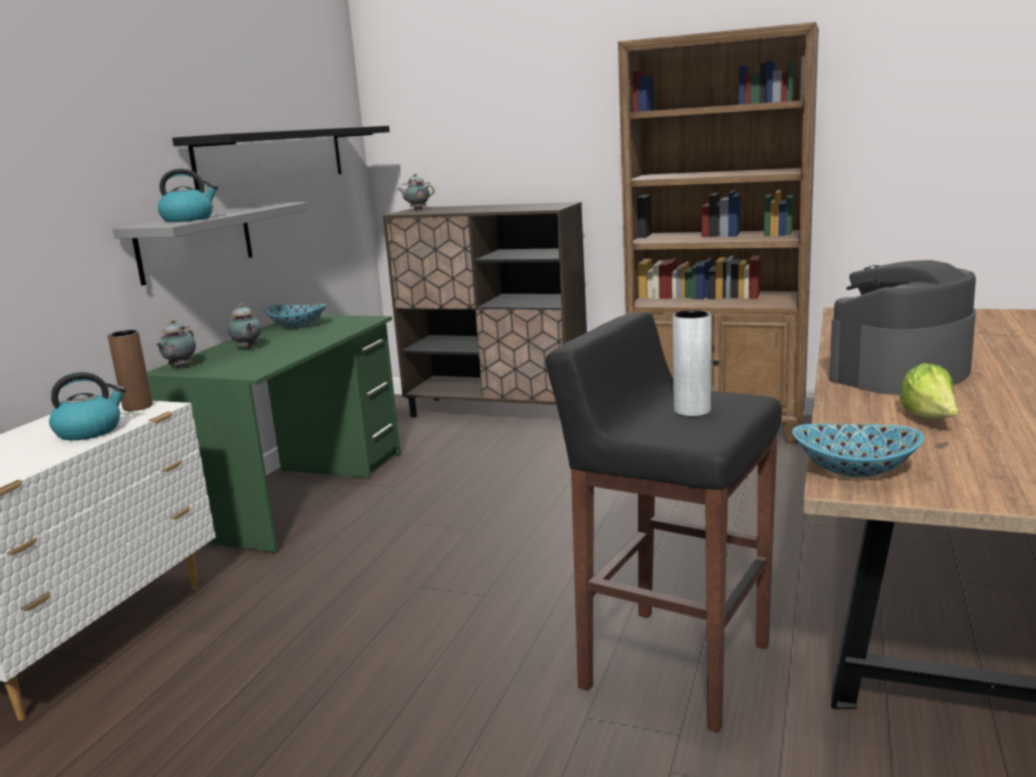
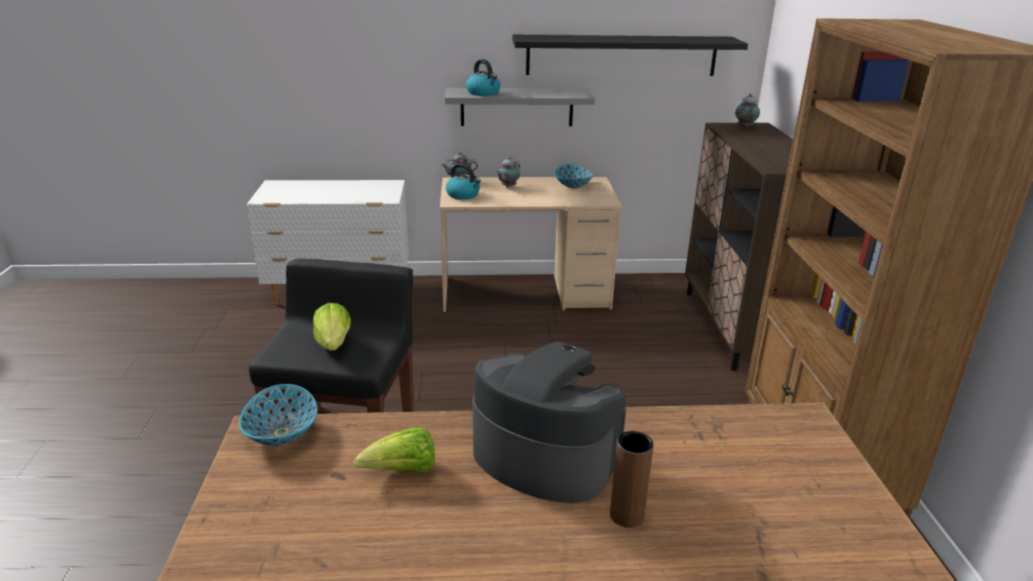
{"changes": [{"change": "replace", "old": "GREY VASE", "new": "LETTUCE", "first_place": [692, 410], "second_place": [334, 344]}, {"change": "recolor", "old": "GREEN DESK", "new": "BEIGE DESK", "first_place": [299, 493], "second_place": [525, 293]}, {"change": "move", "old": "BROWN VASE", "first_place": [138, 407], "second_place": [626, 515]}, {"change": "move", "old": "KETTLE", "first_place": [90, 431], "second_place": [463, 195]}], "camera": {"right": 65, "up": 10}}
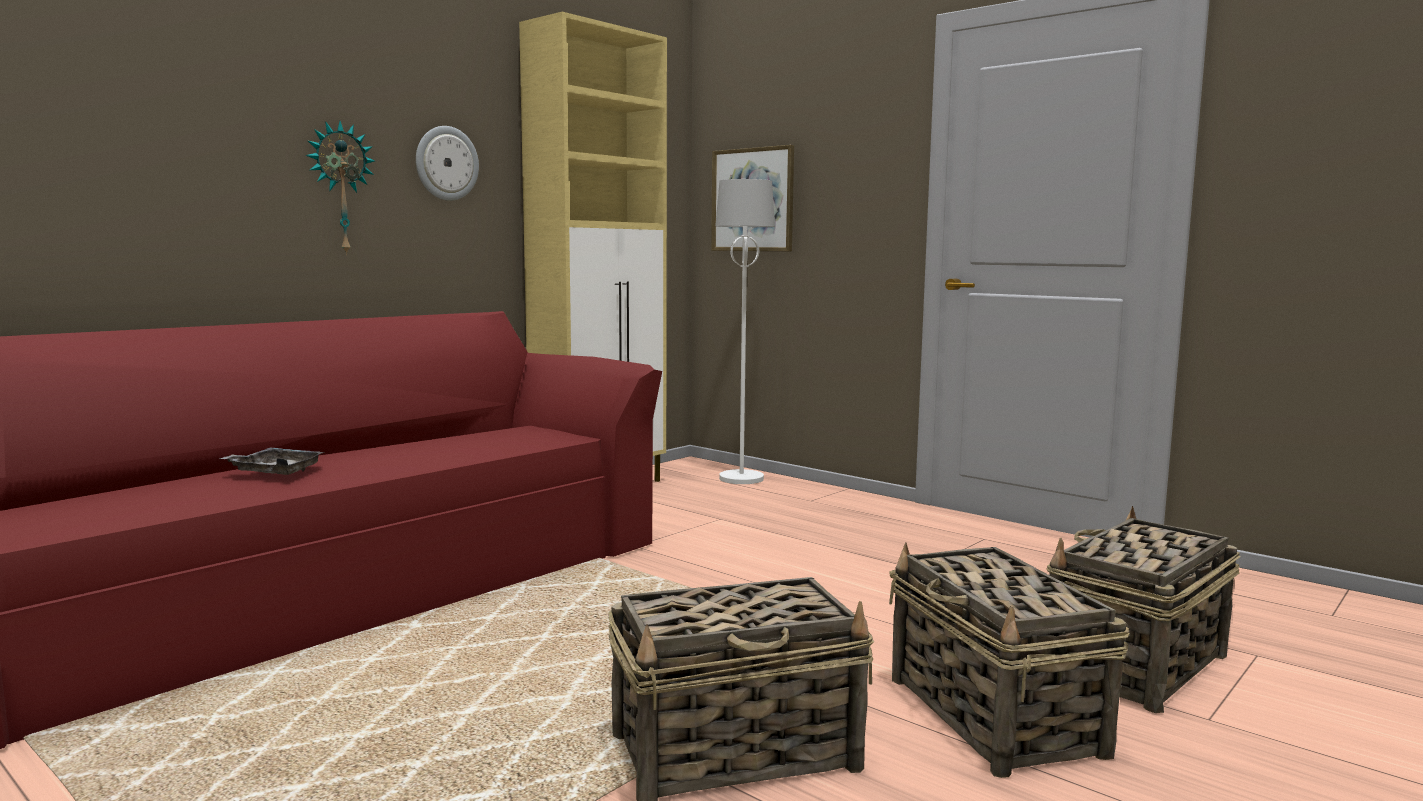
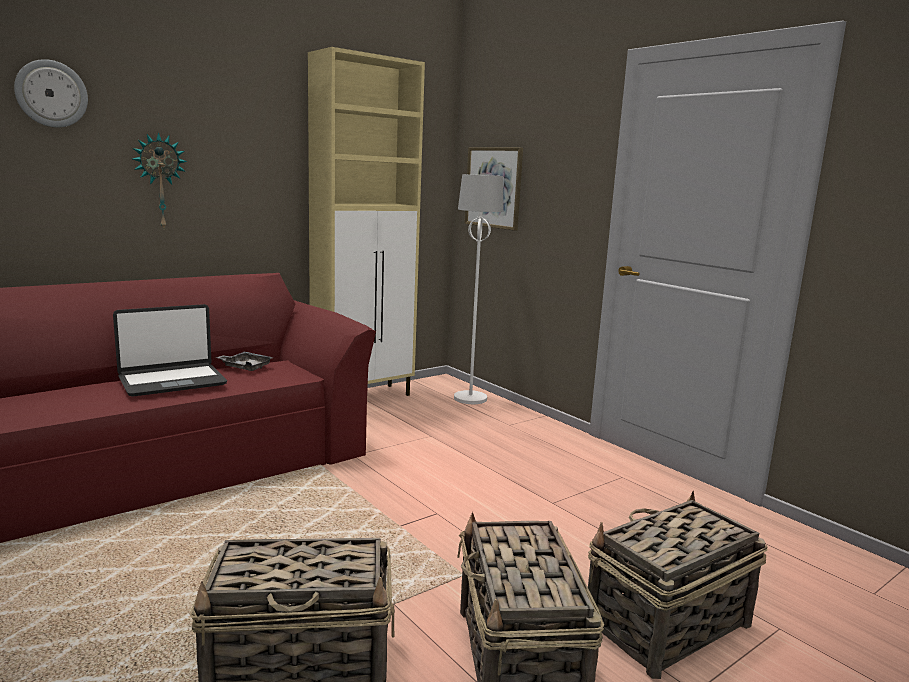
{"changes": [{"change": "move", "old": "WALL CLOCK", "first_place": [446, 163], "second_place": [51, 94]}, {"change": "move", "old": "GREY TRAY", "first_place": [275, 472], "second_place": [245, 367]}, {"change": "insert", "new": "LAPTOP", "second_place": [172, 381]}], "camera": {"right": 10, "up": 5}}
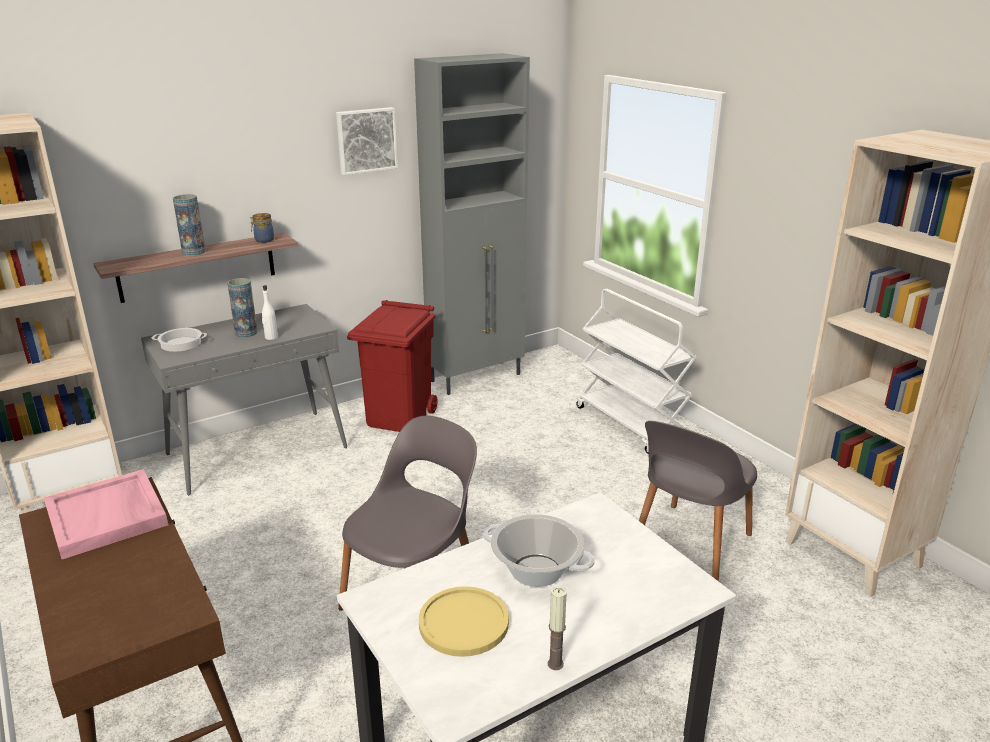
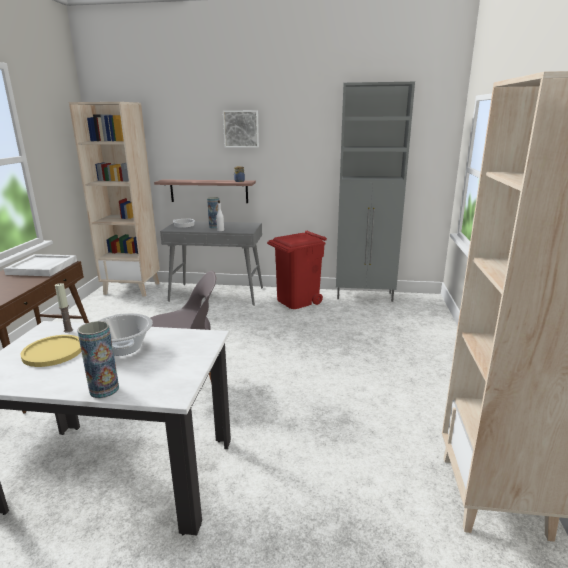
{"changes": [{"change": "move", "old": "PICTURE", "first_place": [366, 140], "second_place": [241, 129]}, {"change": "move", "old": "VASE", "first_place": [193, 252], "second_place": [104, 390]}, {"change": "delete", "old": "WHITE CART", "first_place": [631, 424]}, {"change": "delete", "old": "GREY CHAIR", "first_place": [690, 545]}, {"change": "recolor", "old": "PINK TRAY", "new": "WHITE TRAY", "first_place": [108, 517], "second_place": [42, 267]}, {"change": "move", "old": "CANDLE", "first_place": [555, 664], "second_place": [68, 330]}], "camera": {"right": 40, "up": -5}}
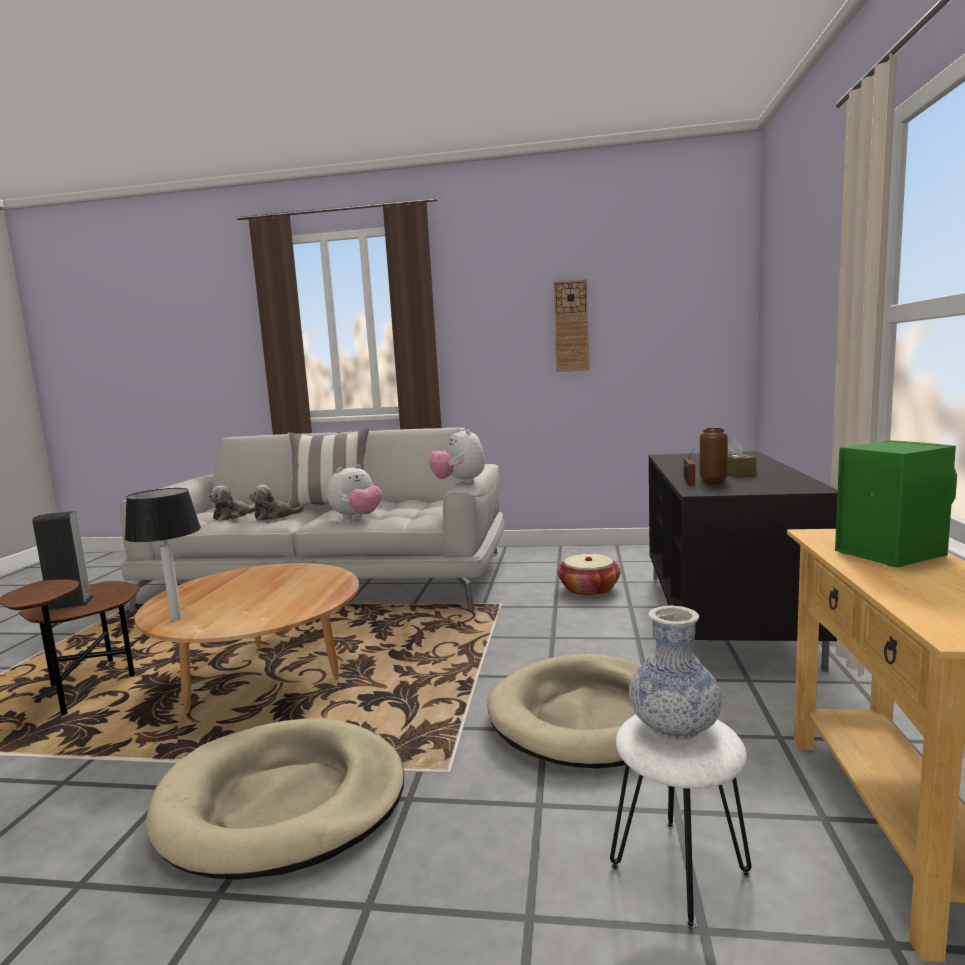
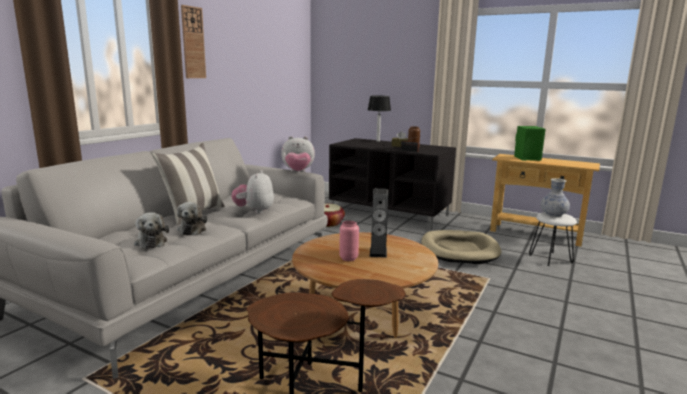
{"changes": [{"change": "move", "old": "WALL CLOCK", "first_place": [571, 326], "second_place": [193, 43]}, {"change": "rotate", "old": "PLUSH TOY", "first_place": [357, 517], "second_place": [254, 211], "degrees": -150}, {"change": "move", "old": "TABLE LAMP", "first_place": [176, 618], "second_place": [377, 141]}, {"change": "move", "old": "SPEAKER", "first_place": [70, 603], "second_place": [378, 252]}, {"change": "delete", "old": "BEIGE DOG BED", "first_place": [282, 802]}, {"change": "insert", "new": "PINK VASE", "second_place": [348, 258]}], "camera": {"right": -70, "up": 5}}
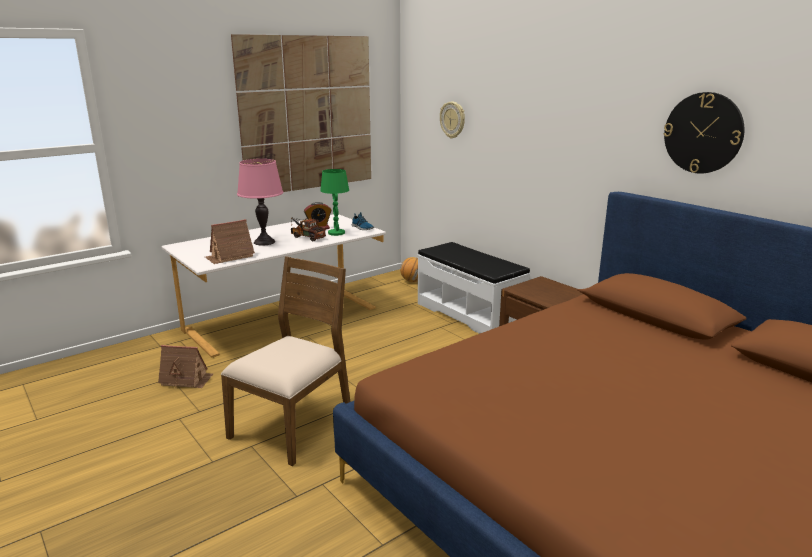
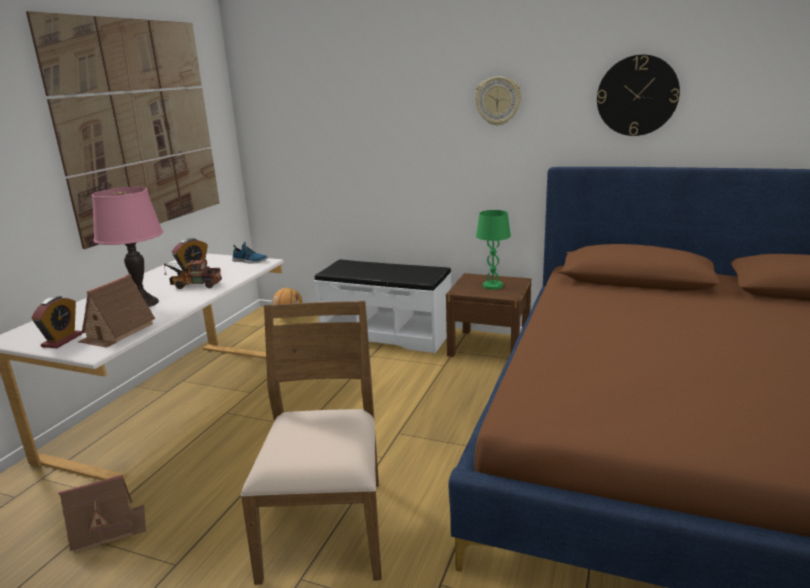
{"changes": [{"change": "move", "old": "WALL CLOCK", "first_place": [453, 120], "second_place": [498, 101]}, {"change": "move", "old": "GREEN TABLE LAMP", "first_place": [336, 233], "second_place": [493, 286]}, {"change": "insert", "new": "ALARM CLOCK", "second_place": [62, 340]}], "camera": {"right": -30, "up": 0}}
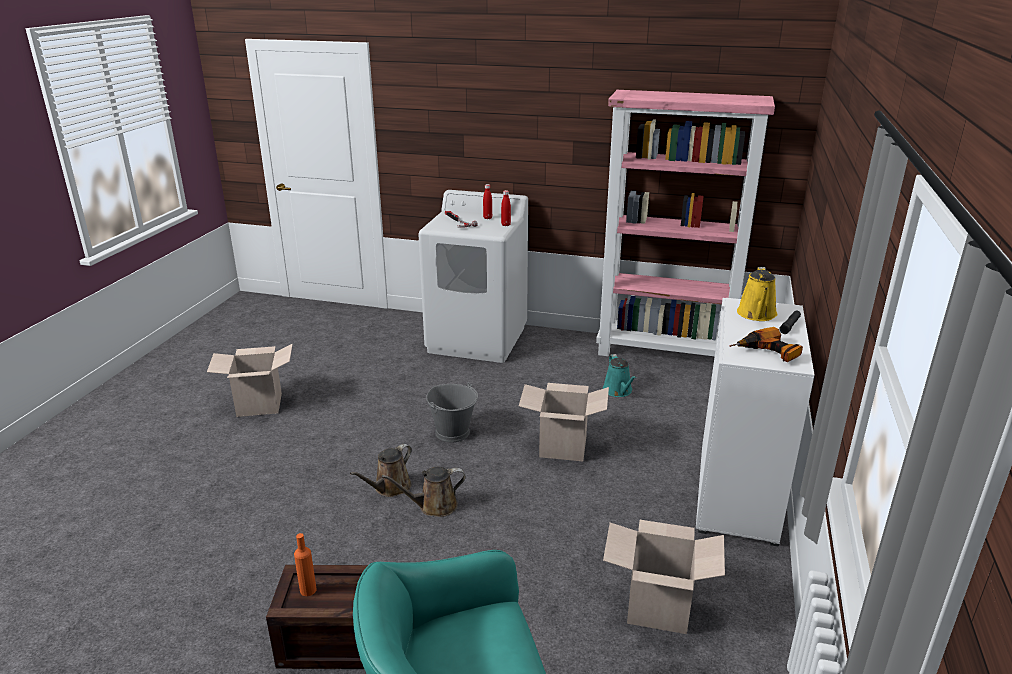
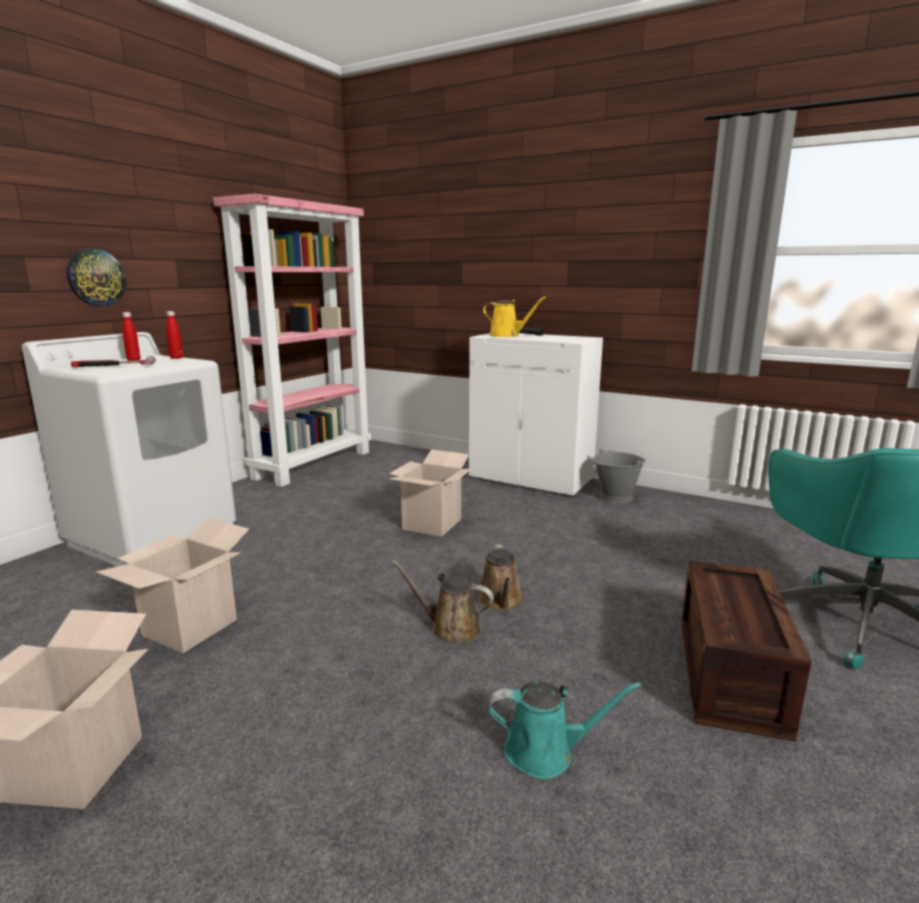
{"changes": [{"change": "delete", "old": "POWER DRILL", "first_place": [768, 353]}, {"change": "move", "old": "TURQUOISE WATERING CAN", "first_place": [618, 391], "second_place": [546, 752]}, {"change": "move", "old": "GREY BUCKET", "first_place": [453, 432], "second_place": [615, 497]}, {"change": "rotate", "old": "BROWN WATERING CAN", "first_place": [390, 488], "second_place": [450, 628], "degrees": 150}, {"change": "move", "old": "CARDBOARD BOX", "first_place": [658, 608], "second_place": [189, 627]}, {"change": "delete", "old": "ORANGE BOTTLE", "first_place": [308, 590]}, {"change": "insert", "new": "WALL CLOCK", "second_place": [96, 277]}], "camera": {"right": -75, "up": -10}}
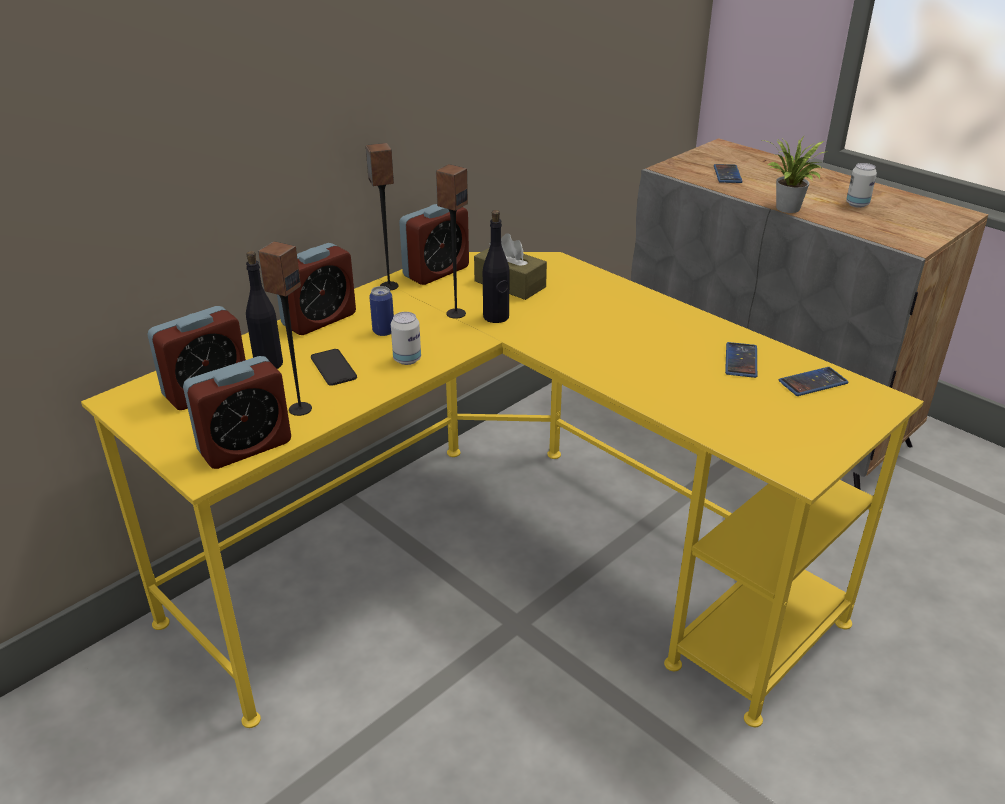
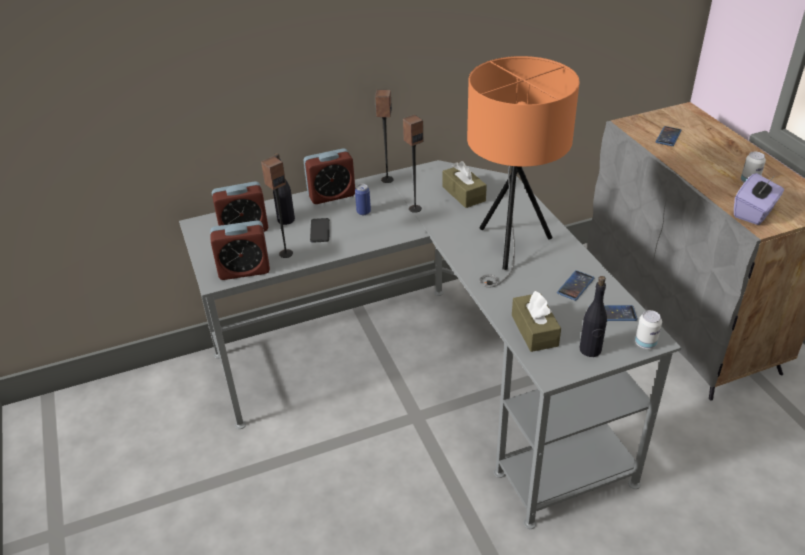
{"changes": [{"change": "delete", "old": "POTTED PLANT", "first_place": [788, 209]}, {"change": "delete", "old": "ALARM CLOCK", "first_place": [436, 272]}, {"change": "move", "old": "BLACK BOTTLE", "first_place": [496, 317], "second_place": [590, 350]}, {"change": "recolor", "old": "YELLOW DESK", "new": "GREY DESK", "first_place": [502, 567], "second_place": [427, 378]}, {"change": "move", "old": "CAN", "first_place": [407, 359], "second_place": [645, 343]}, {"change": "insert", "new": "ORANGE TABLE LAMP", "second_place": [510, 249]}, {"change": "insert", "new": "PURPLE TISSUE BOX", "second_place": [754, 212]}, {"change": "insert", "new": "BROWN TISSUE BOX", "second_place": [534, 330]}], "camera": {"right": 25, "up": 5}}
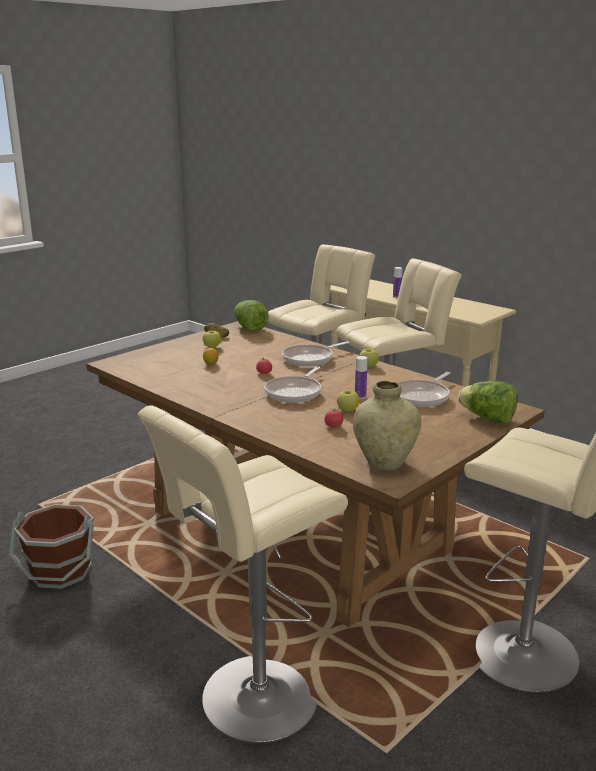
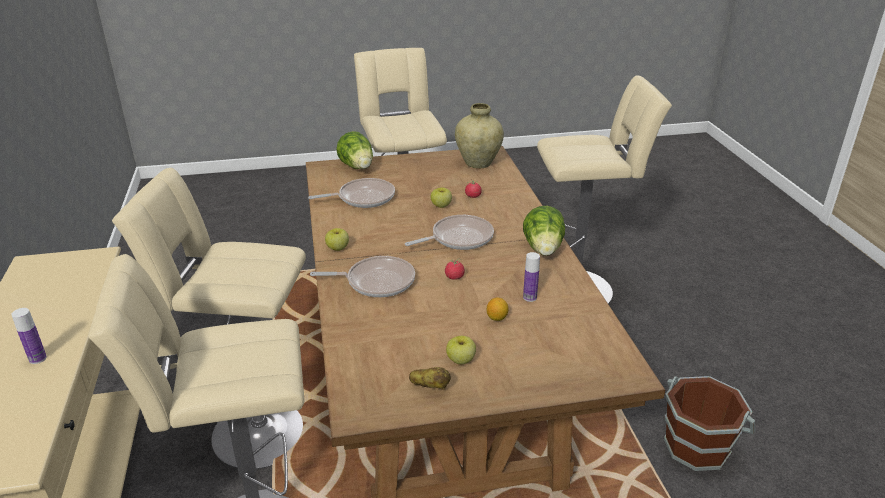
{"changes": [{"change": "move", "old": "LETTUCE", "first_place": [249, 328], "second_place": [543, 249]}, {"change": "move", "old": "BOTTLE", "first_place": [360, 396], "second_place": [529, 297]}], "camera": {"right": -145, "up": 10}}
